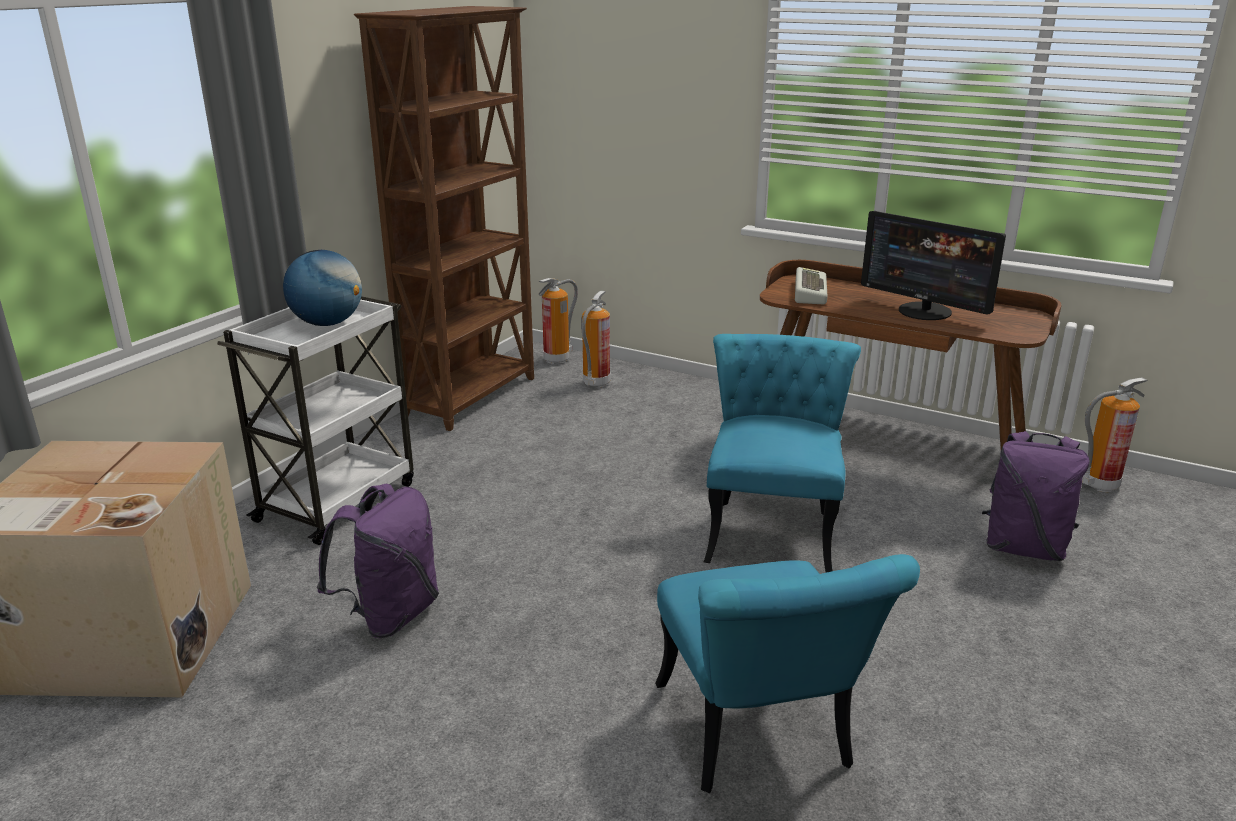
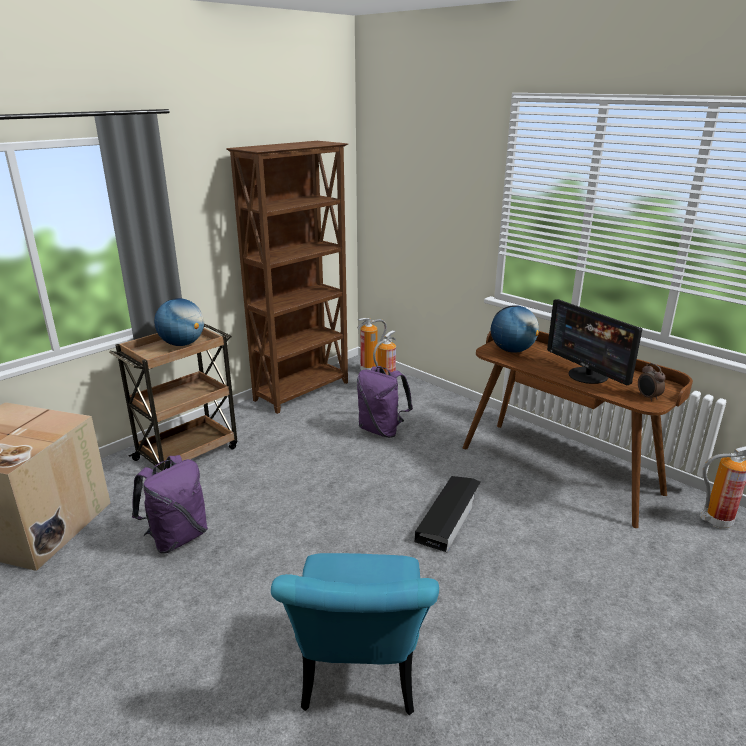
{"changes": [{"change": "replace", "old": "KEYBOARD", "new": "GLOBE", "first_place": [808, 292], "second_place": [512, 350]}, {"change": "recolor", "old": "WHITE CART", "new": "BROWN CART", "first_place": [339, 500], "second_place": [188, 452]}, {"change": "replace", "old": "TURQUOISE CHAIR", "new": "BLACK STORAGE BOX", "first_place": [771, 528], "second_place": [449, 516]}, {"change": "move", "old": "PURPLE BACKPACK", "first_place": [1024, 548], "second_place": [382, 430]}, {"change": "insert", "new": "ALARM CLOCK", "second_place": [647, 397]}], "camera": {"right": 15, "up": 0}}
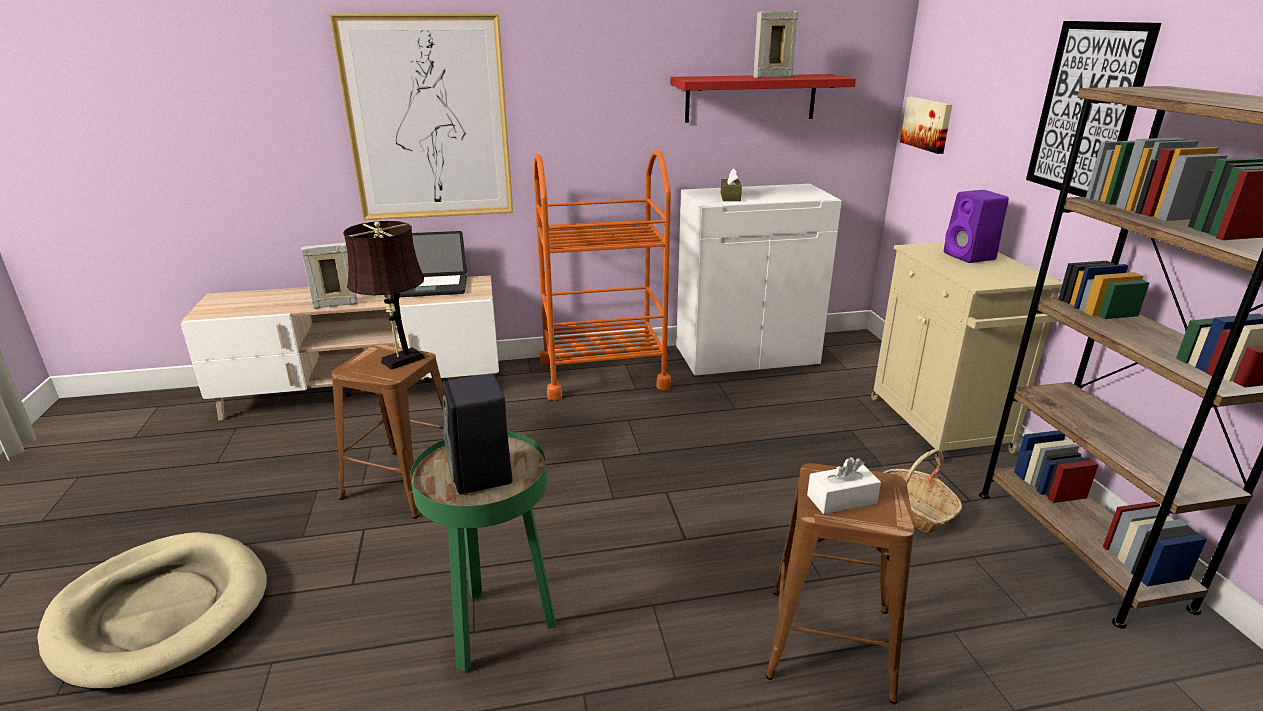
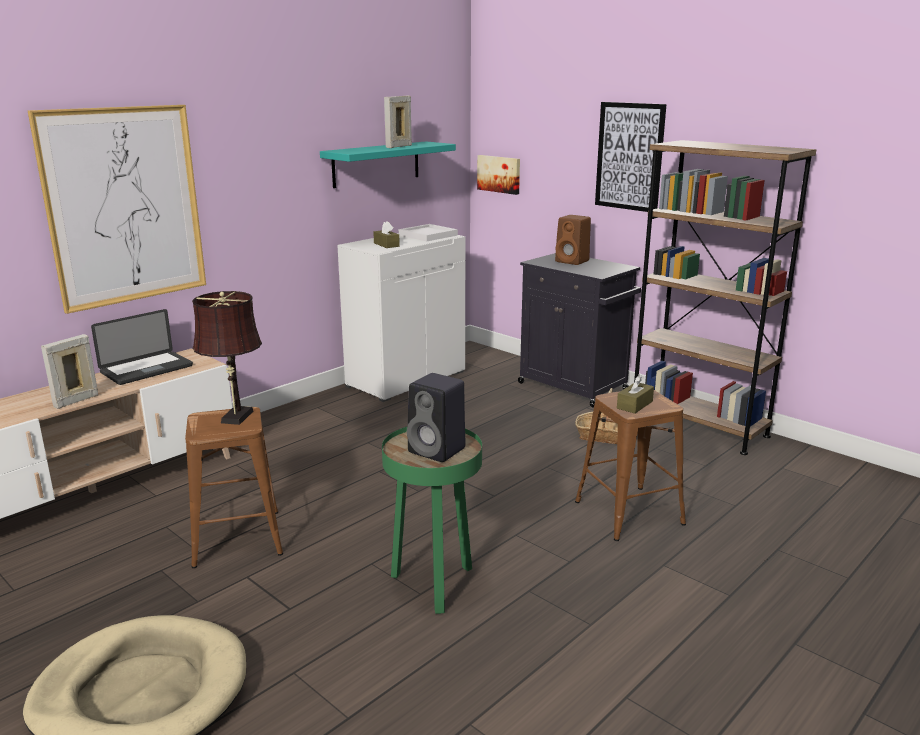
{"changes": [{"change": "recolor", "old": "RED SHELF", "new": "TURQUOISE SHELF", "first_place": [751, 98], "second_place": [376, 164]}, {"change": "delete", "old": "ORANGE CART", "first_place": [603, 374]}, {"change": "recolor", "old": "PURPLE SPEAKER", "new": "BROWN SPEAKER", "first_place": [970, 257], "second_place": [573, 261]}, {"change": "recolor", "old": "BEIGE CABINET", "new": "BLACK CABINET", "first_place": [940, 426], "second_place": [574, 387]}, {"change": "recolor", "old": "WHITE TISSUE BOX", "new": "BROWN TISSUE BOX", "first_place": [841, 499], "second_place": [634, 405]}, {"change": "insert", "new": "WHITE TRAY", "second_place": [428, 235]}], "camera": {"right": -35, "up": -5}}
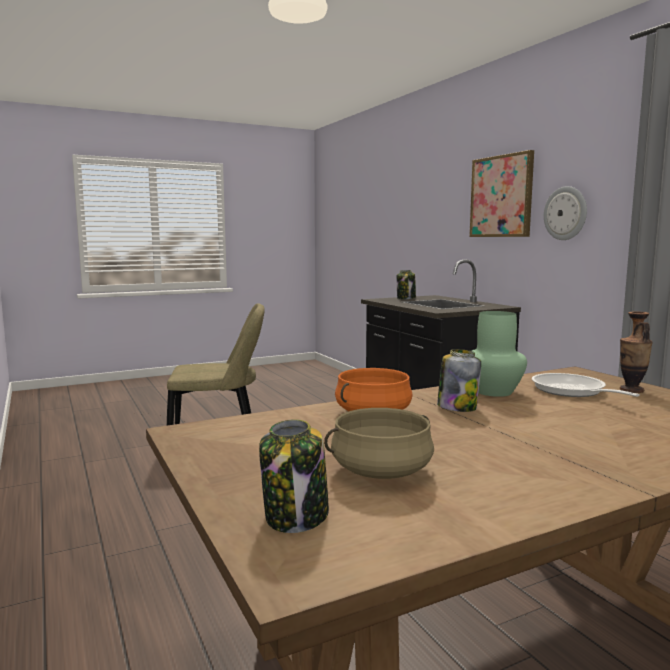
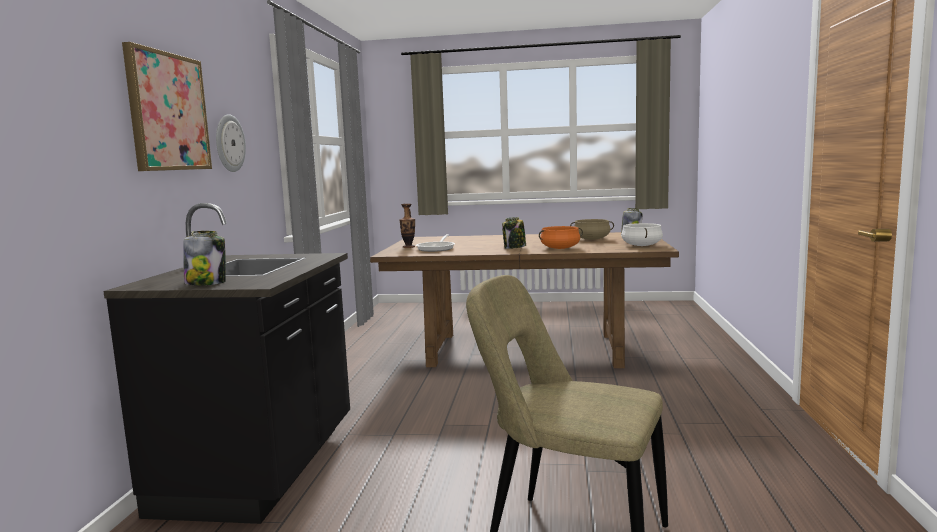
{"changes": [{"change": "delete", "old": "GREEN VASE", "first_place": [495, 392]}, {"change": "insert", "new": "WHITE COOKING POT", "second_place": [641, 245]}], "camera": {"right": -145, "up": 0}}
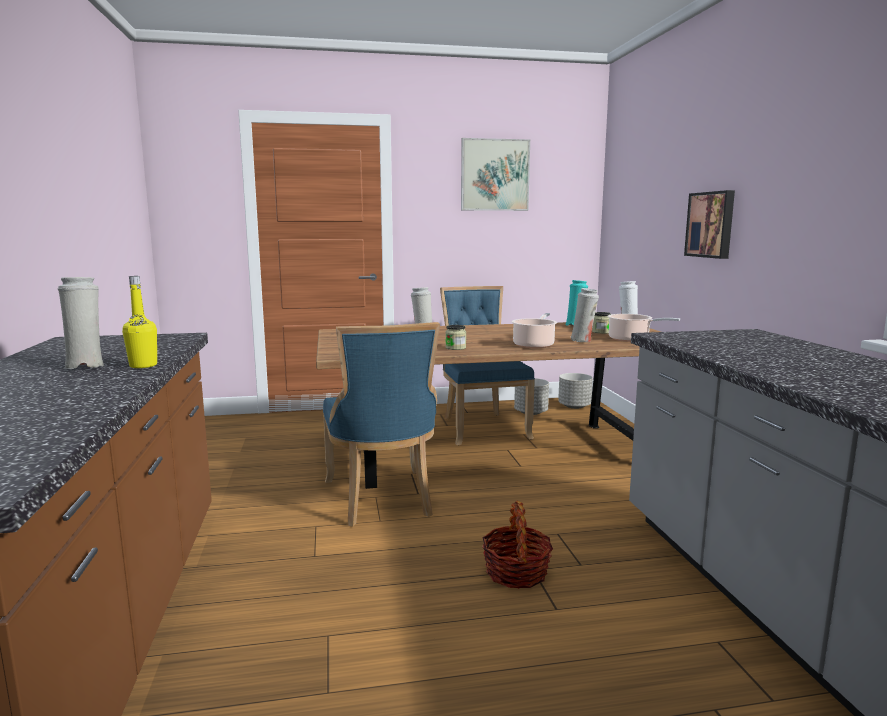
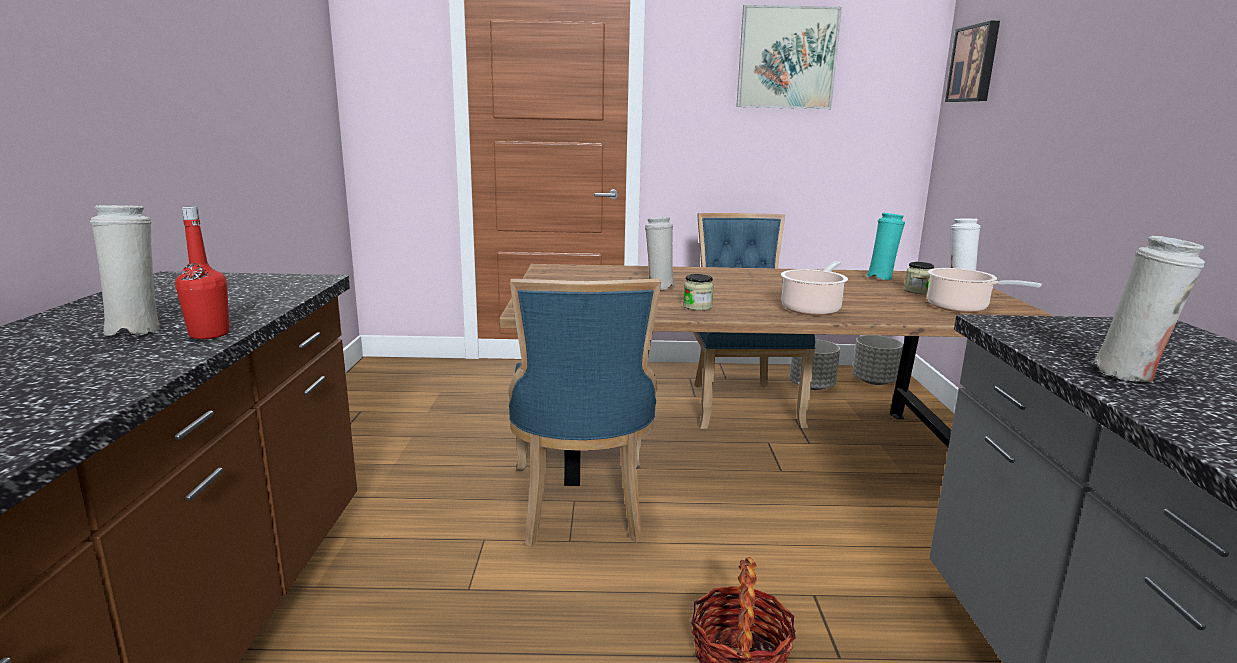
{"changes": [{"change": "move", "old": "PICTURE", "first_place": [711, 224], "second_place": [975, 63]}, {"change": "recolor", "old": "YELLOW BOTTLE", "new": "RED BOTTLE", "first_place": [143, 365], "second_place": [209, 334]}, {"change": "move", "old": "WHITE VASE", "first_place": [583, 341], "second_place": [1130, 375]}], "camera": {"right": 10, "up": 5}}
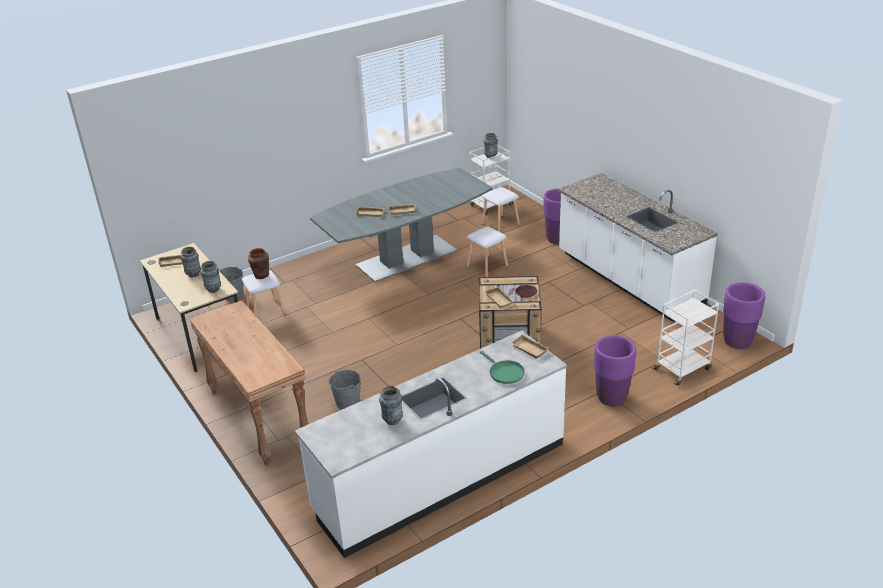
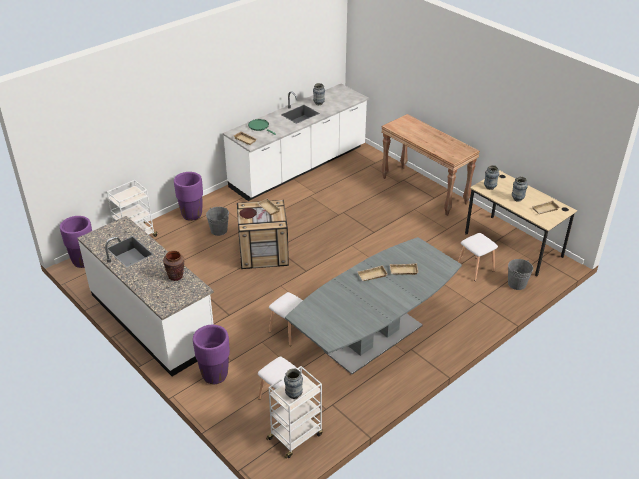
{"changes": [{"change": "move", "old": "BROWN VASE", "first_place": [261, 275], "second_place": [176, 276]}, {"change": "move", "old": "GREY BUCKET", "first_place": [347, 403], "second_place": [219, 230]}], "camera": {"right": 170, "up": 5}}
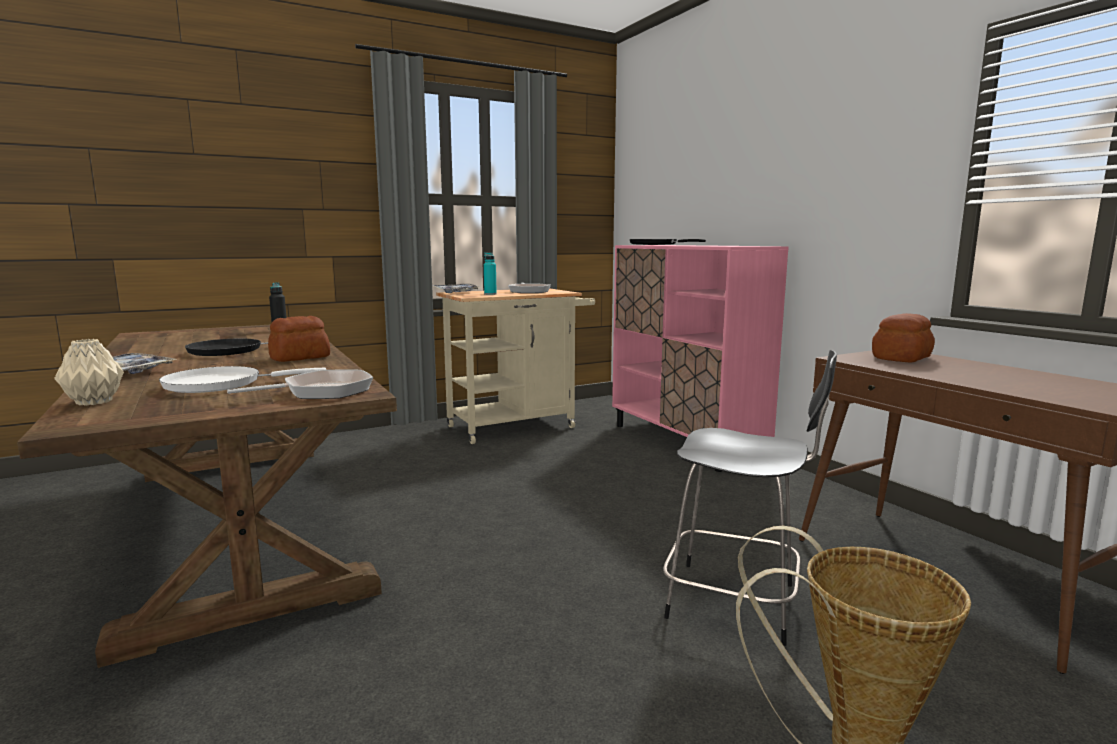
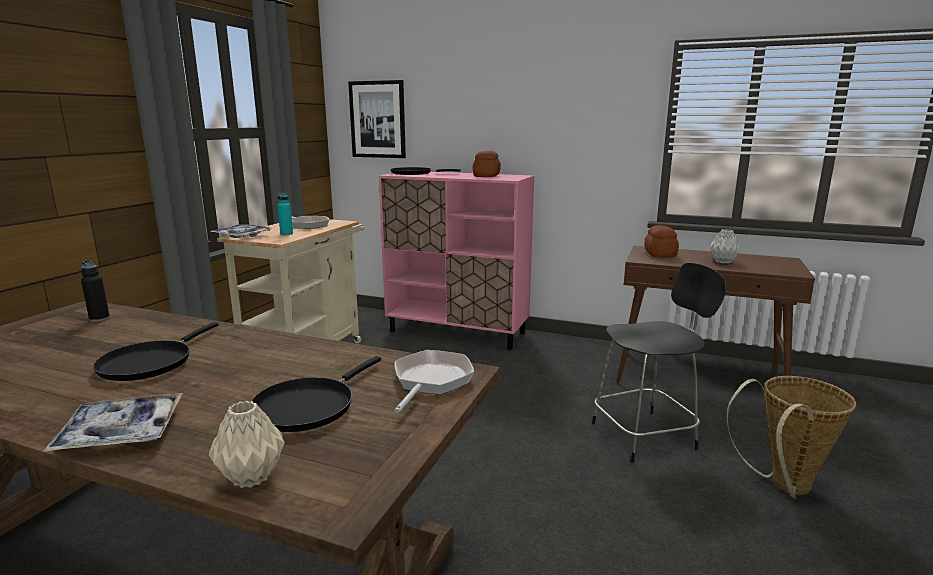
{"changes": [{"change": "move", "old": "BREAD", "first_place": [299, 358], "second_place": [486, 176]}, {"change": "recolor", "old": "WHITE FRYING PAN", "new": "BLACK FRYING PAN", "first_place": [220, 384], "second_place": [308, 406]}, {"change": "insert", "new": "PICTURE", "second_place": [378, 119]}, {"change": "insert", "new": "GREY VASE", "second_place": [723, 261]}], "camera": {"right": -40, "up": 5}}
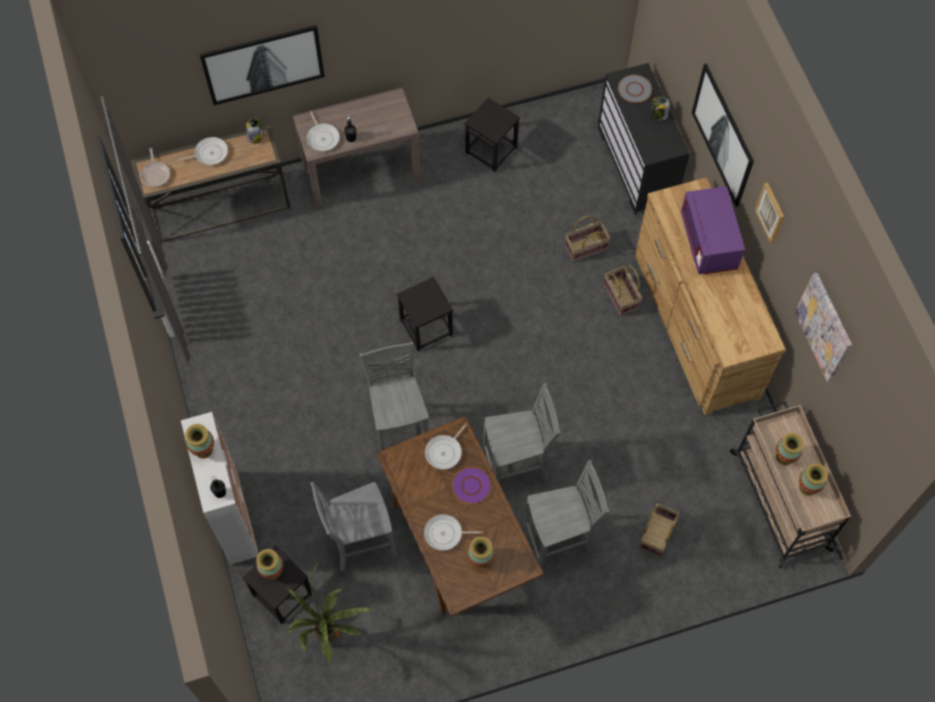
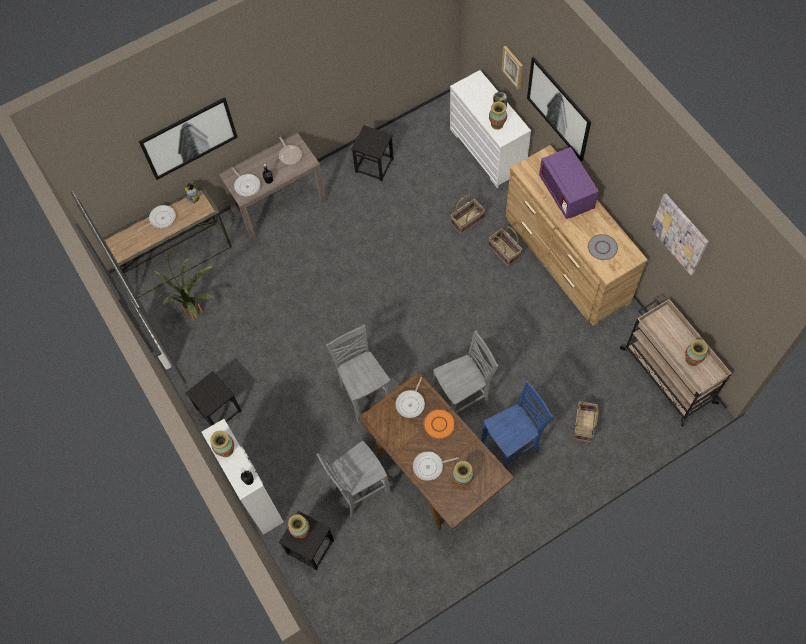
{"changes": [{"change": "recolor", "old": "BLACK DRESSER", "new": "WHITE DRESSER", "first_place": [637, 165], "second_place": [488, 150]}, {"change": "move", "old": "GREY PLATE", "first_place": [634, 89], "second_place": [602, 247]}, {"change": "move", "old": "FRYING PAN", "first_place": [155, 174], "second_place": [290, 155]}, {"change": "move", "old": "PICTURE", "first_place": [771, 212], "second_place": [513, 67]}, {"change": "move", "old": "BLACK STOOL", "first_place": [425, 327], "second_place": [218, 410]}, {"change": "move", "old": "VASE", "first_place": [784, 456], "second_place": [497, 124]}, {"change": "recolor", "old": "GREY CHAIR", "new": "BLUE CHAIR", "first_place": [559, 540], "second_place": [511, 448]}, {"change": "recolor", "old": "PURPLE PLATE", "new": "ORANGE PLATE", "first_place": [471, 485], "second_place": [439, 424]}, {"change": "move", "old": "POTTED PLANT", "first_place": [328, 642], "second_place": [196, 317]}], "camera": {"right": -10, "up": 0}}
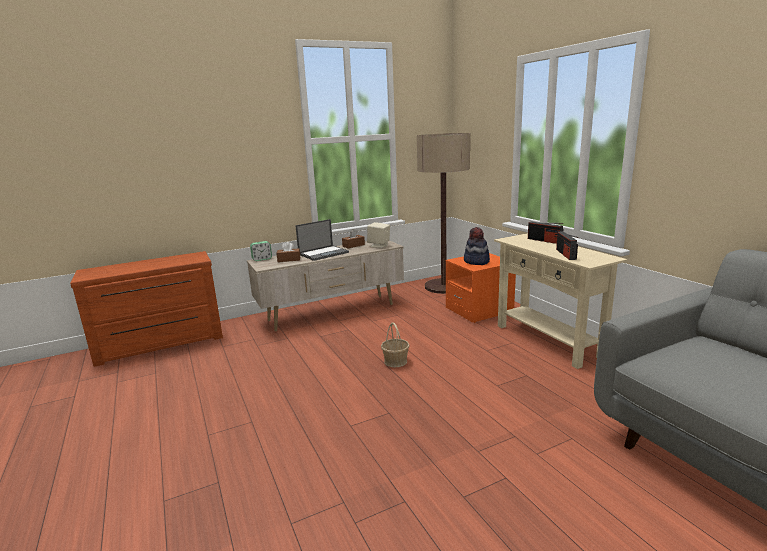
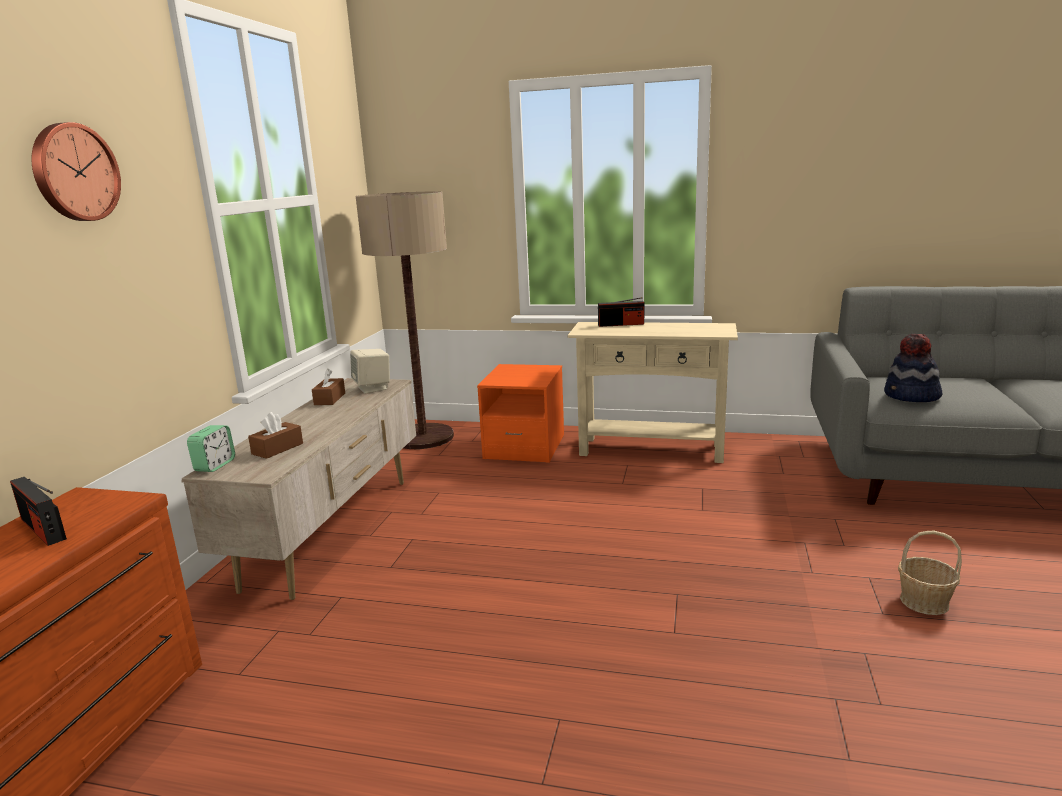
{"changes": [{"change": "delete", "old": "LAPTOP", "first_place": [324, 253]}, {"change": "move", "old": "HAT", "first_place": [476, 262], "second_place": [911, 396]}, {"change": "move", "old": "RADIO", "first_place": [566, 254], "second_place": [43, 529]}, {"change": "move", "old": "BASKET", "first_place": [395, 361], "second_place": [923, 601]}, {"change": "insert", "new": "WALL CLOCK", "second_place": [74, 172]}], "camera": {"right": -50, "up": 0}}
